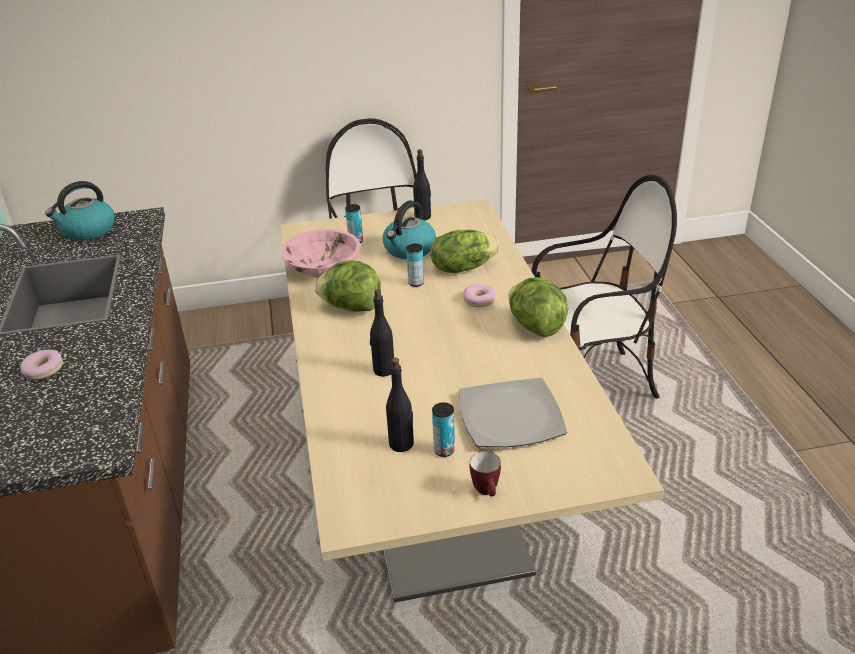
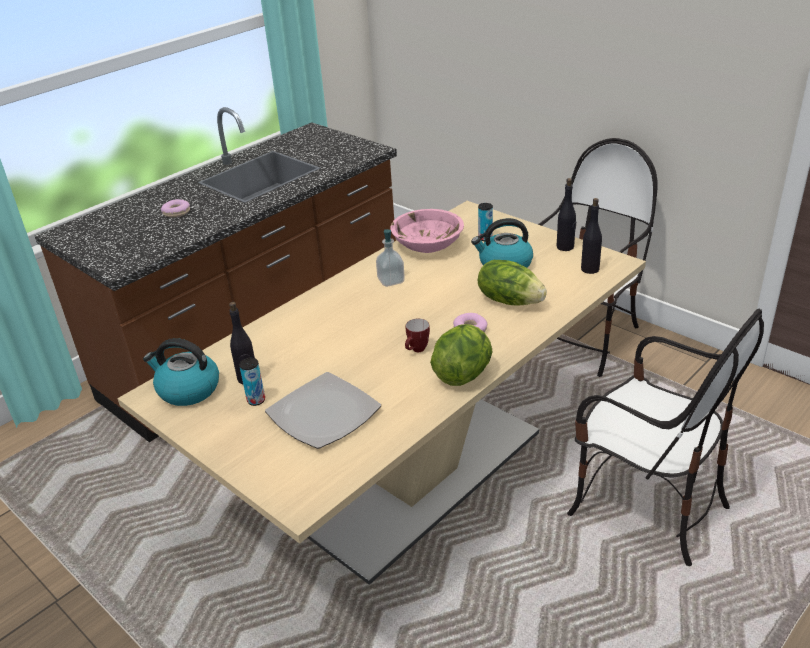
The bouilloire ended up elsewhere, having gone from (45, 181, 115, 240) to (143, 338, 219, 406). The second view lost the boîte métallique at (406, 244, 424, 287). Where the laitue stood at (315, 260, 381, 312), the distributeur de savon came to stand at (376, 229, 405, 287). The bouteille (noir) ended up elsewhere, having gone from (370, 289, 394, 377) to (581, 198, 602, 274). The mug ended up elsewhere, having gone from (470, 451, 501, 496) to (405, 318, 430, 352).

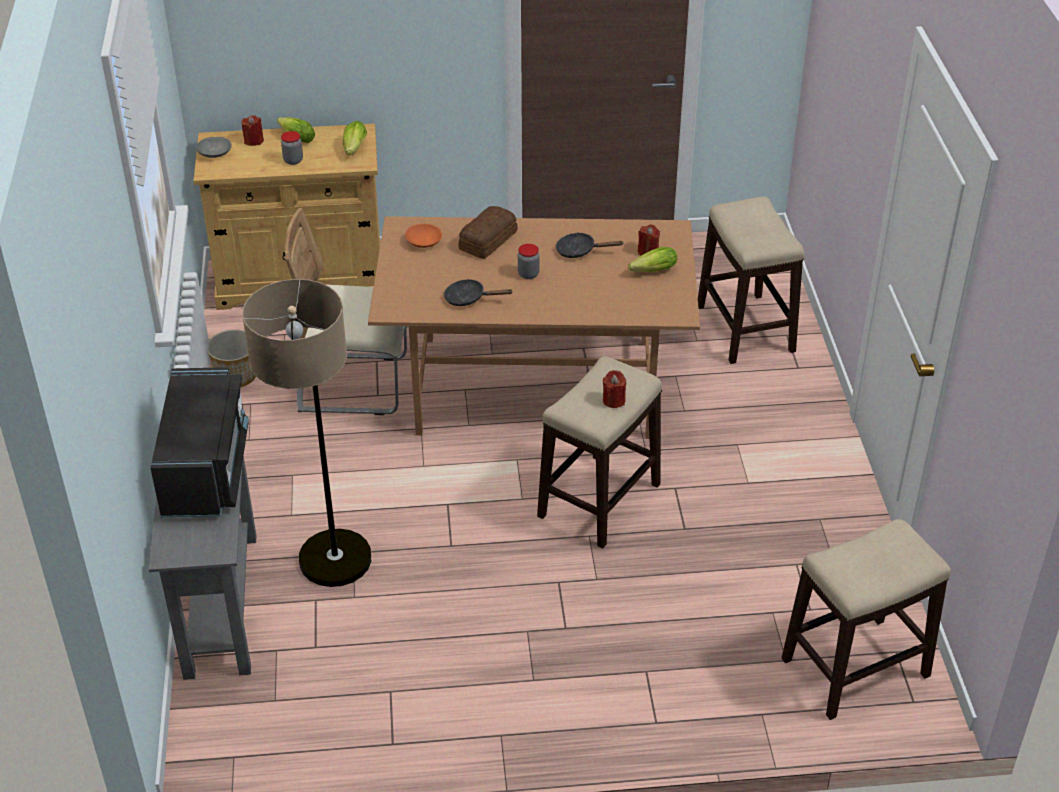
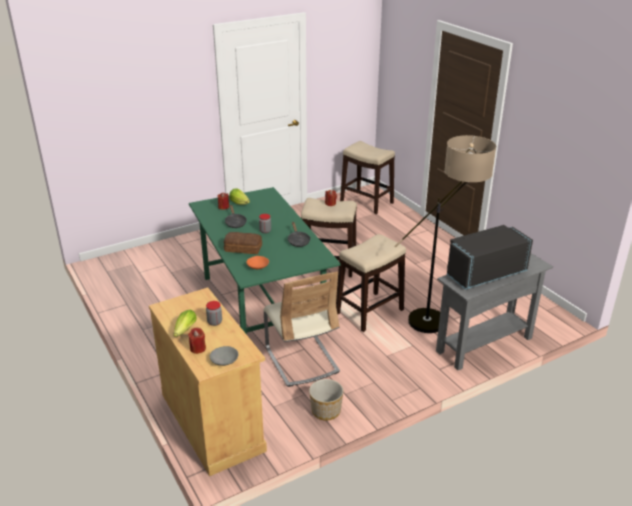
The second view lost the laitue at (343, 121, 367, 155). The tabouret ended up elsewhere, having gone from (698, 197, 805, 364) to (336, 234, 406, 332). What was the table à manger (marron) at (368, 216, 700, 439) turned into the table à manger (vert) at (189, 187, 341, 335).

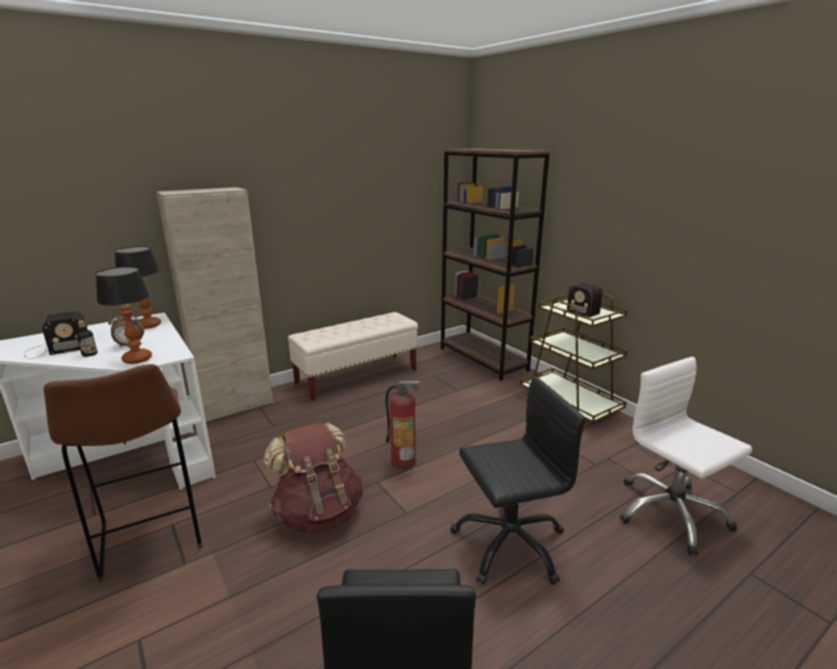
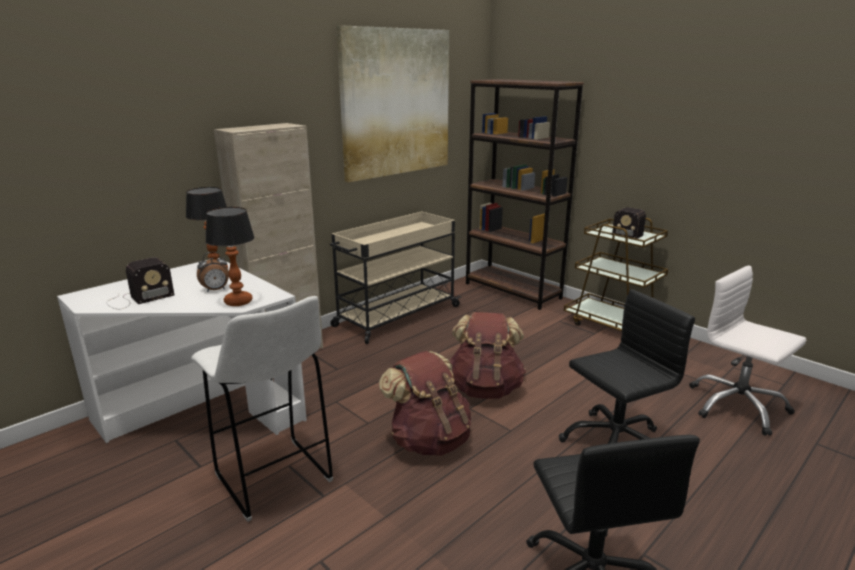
Where the banc (beige) stood at (288, 312, 418, 401), the chariot (beige) came to stand at (330, 212, 461, 344). The second view lost the bouteille at (77, 320, 97, 357). What was the tabouret (marron) at (44, 364, 203, 582) turned into the tabouret (blanc) at (191, 296, 333, 522). Where the extincteur stood at (386, 380, 420, 470), the sac à dos (marron) came to stand at (449, 312, 526, 399). The second view gained the tableau at (336, 25, 449, 183).

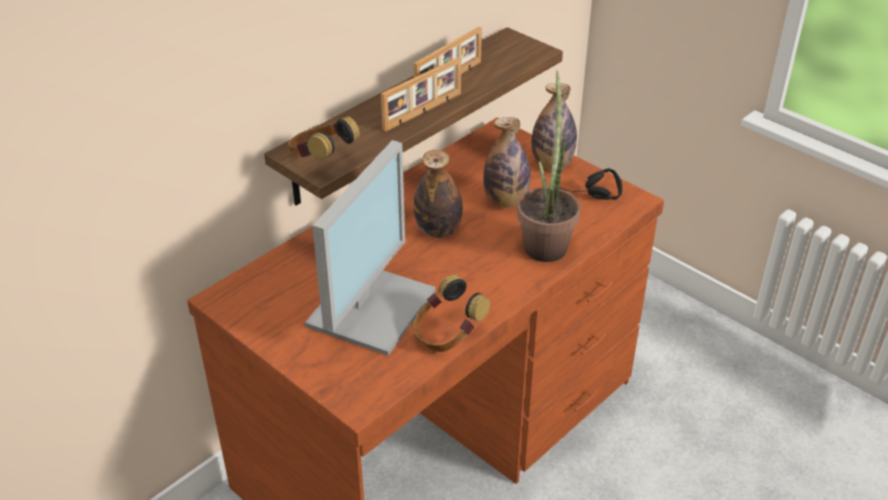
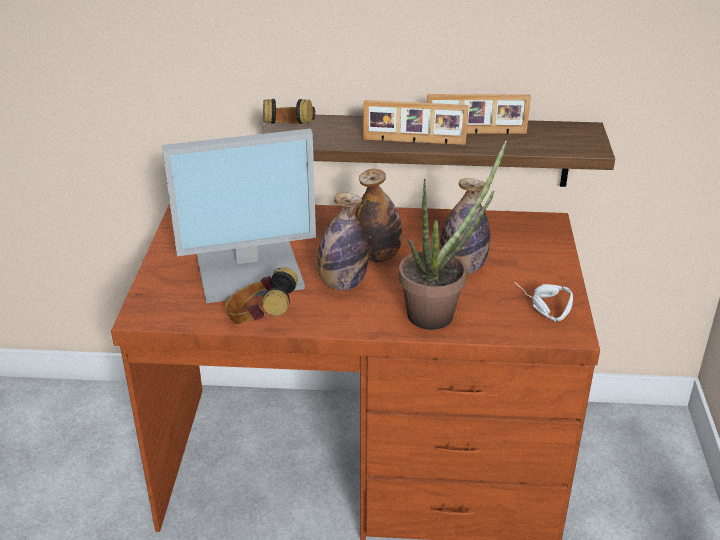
The bouteille ended up elsewhere, having gone from (531, 83, 577, 170) to (317, 193, 368, 290). What was the casque audio (noir) at (560, 168, 622, 200) turned into the casque audio (blanc) at (515, 282, 573, 322).

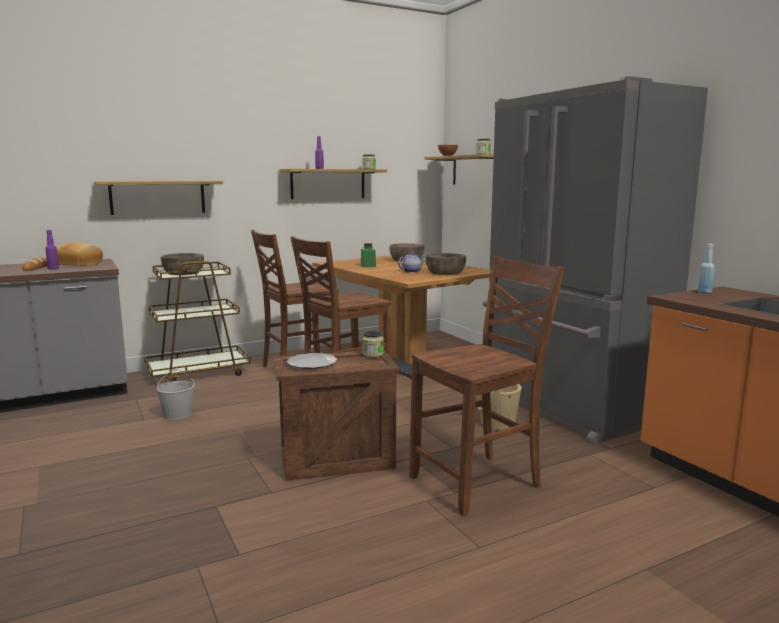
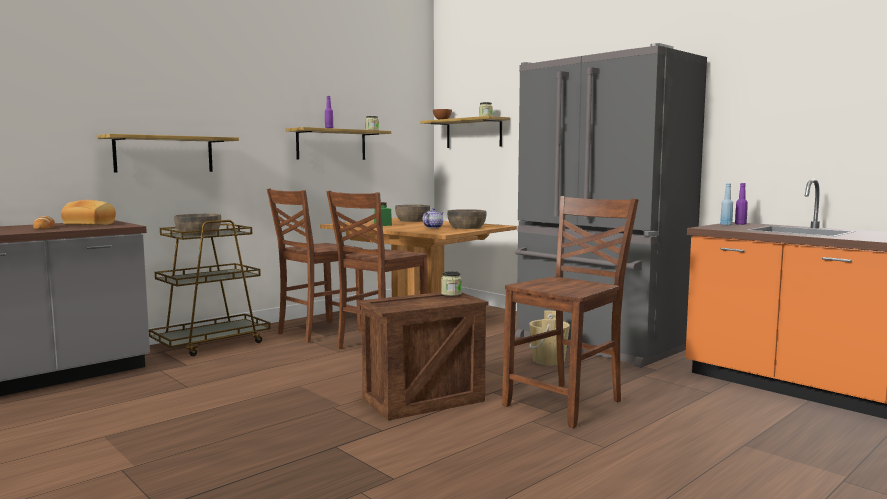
The bouteille (violet) ended up elsewhere, having gone from (45, 230, 59, 270) to (735, 183, 748, 225). The second view lost the assiette at (287, 353, 337, 369). The second view lost the seau (blanc) at (156, 369, 195, 420).

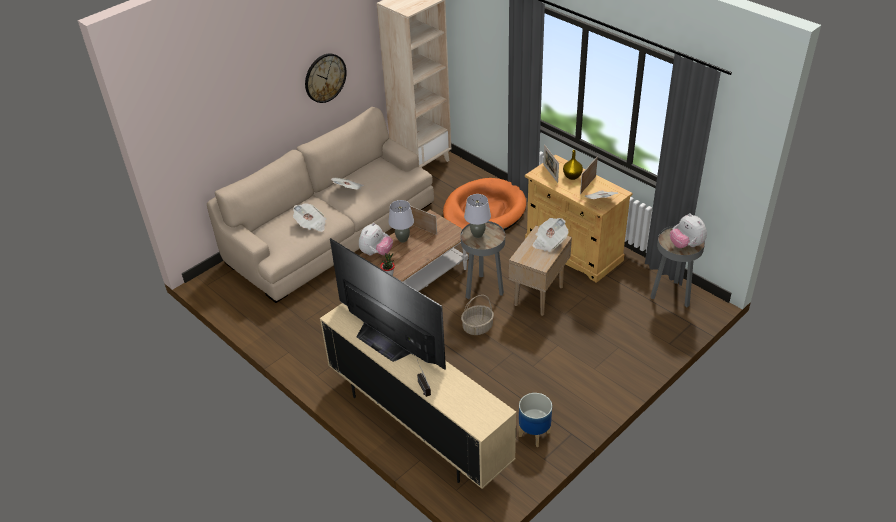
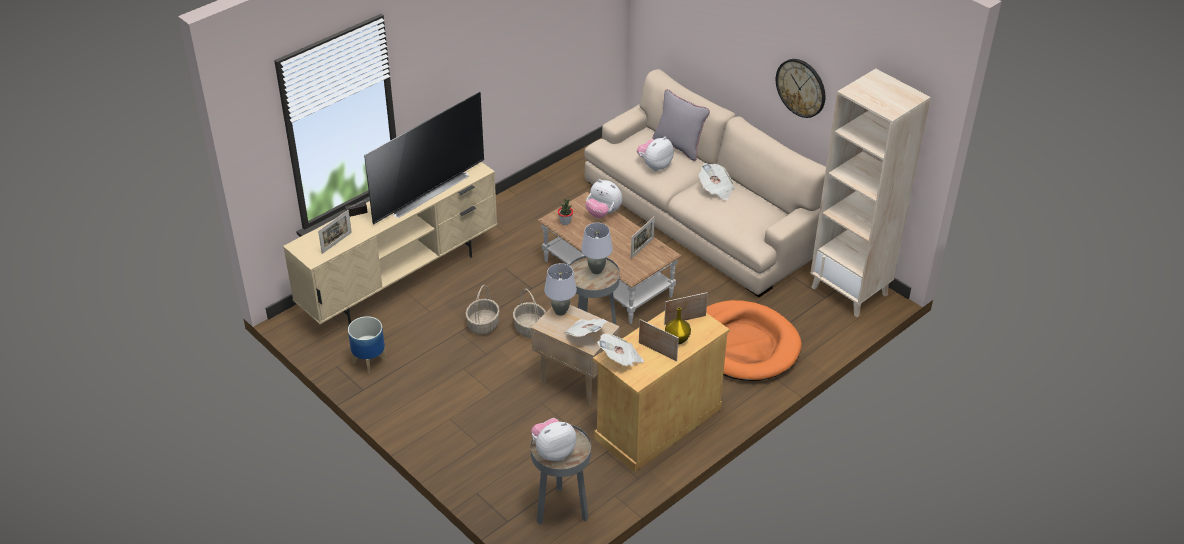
The lampe de table (gris) ended up elsewhere, having gone from (388, 200, 414, 243) to (544, 263, 577, 315). Where the journal stood at (293, 203, 327, 232), the peluche came to stand at (637, 137, 674, 171). The second view gained the coussin (gris) at (652, 89, 710, 161). The second view gained the cadre photo at (318, 210, 352, 254). The second view gained the panier at (466, 285, 500, 335).

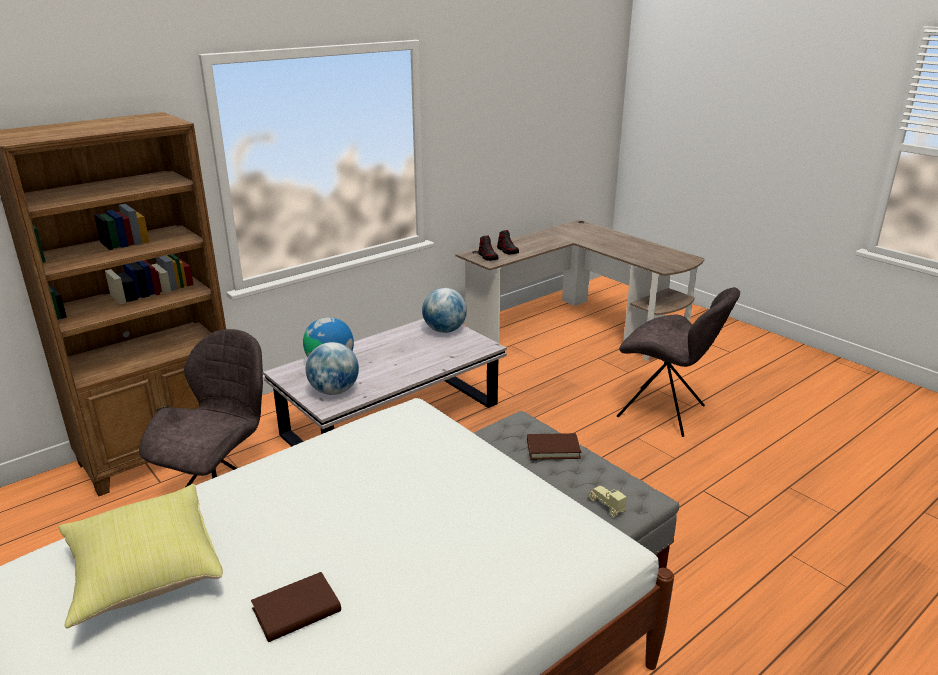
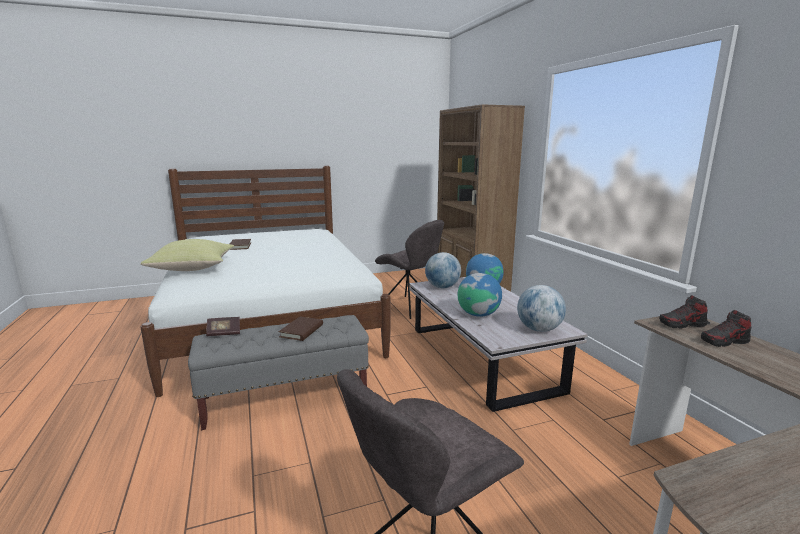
The coussin (jaune) ended up elsewhere, having gone from (58, 484, 223, 629) to (140, 239, 234, 271). Where the petite voiture (beige) stood at (589, 485, 627, 517), the livre came to stand at (206, 317, 240, 336). The second view gained the globe at (458, 273, 502, 317).

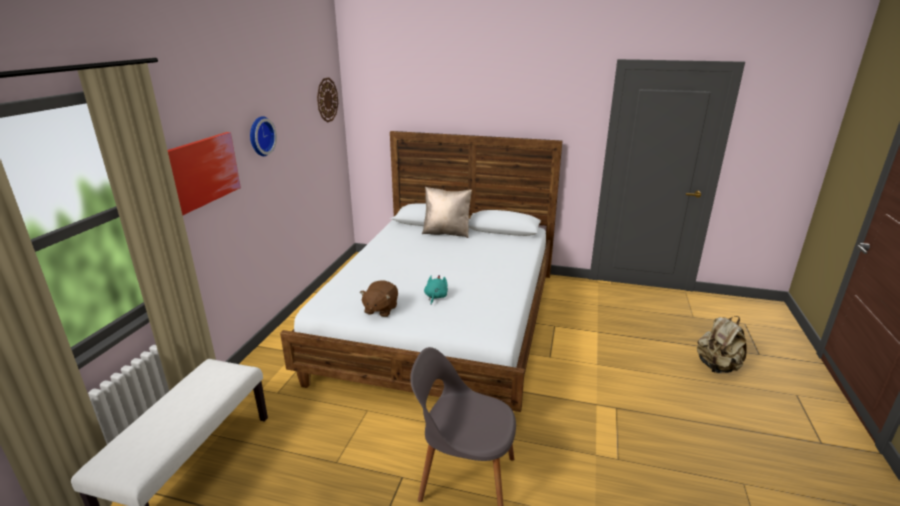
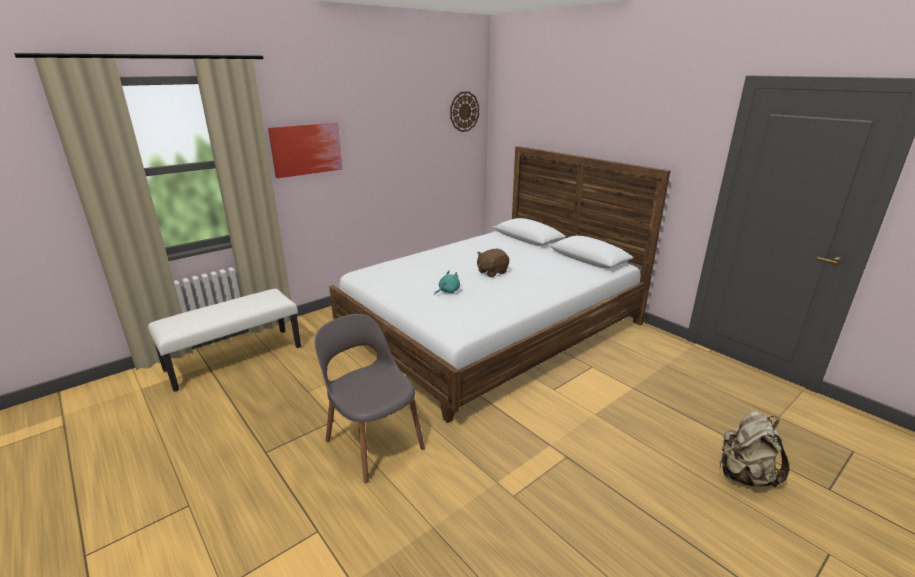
The second view lost the horloge murale at (250, 116, 277, 156). The second view lost the coussin (beige) at (422, 187, 472, 238). The peluche (marron) ended up elsewhere, having gone from (360, 281, 398, 317) to (477, 249, 509, 277).

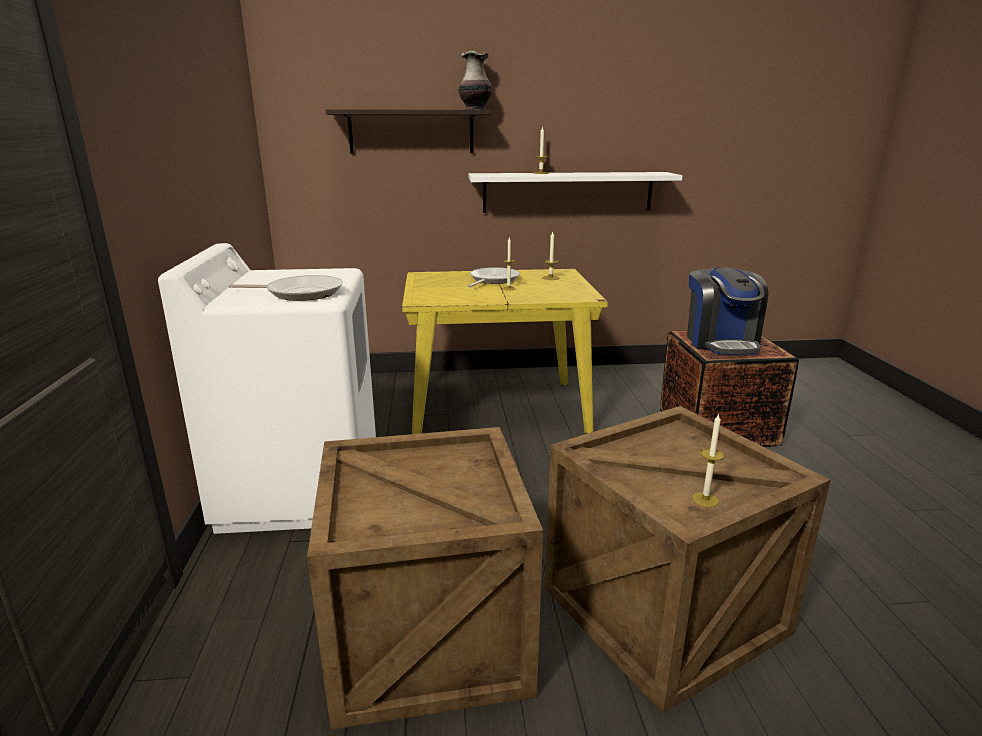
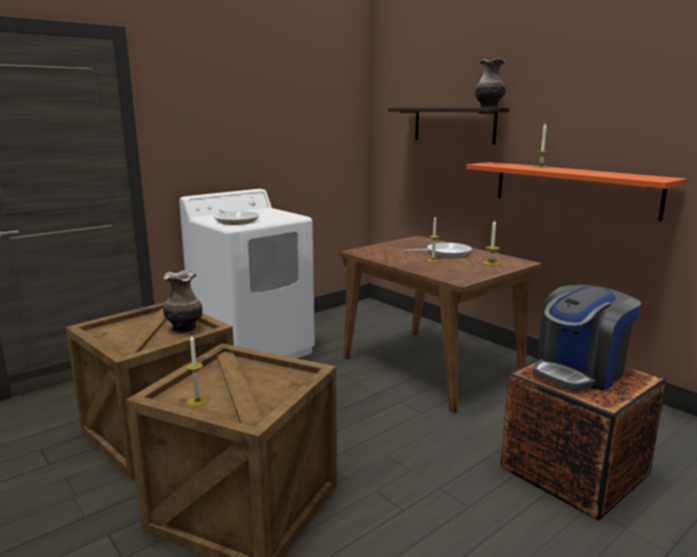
What was the étagère (blanc) at (468, 172, 683, 213) turned into the étagère (orange) at (466, 162, 687, 221). What was the table à manger (jaune) at (402, 269, 608, 434) turned into the table à manger (marron) at (339, 236, 542, 413). The second view gained the vase at (163, 270, 203, 333).

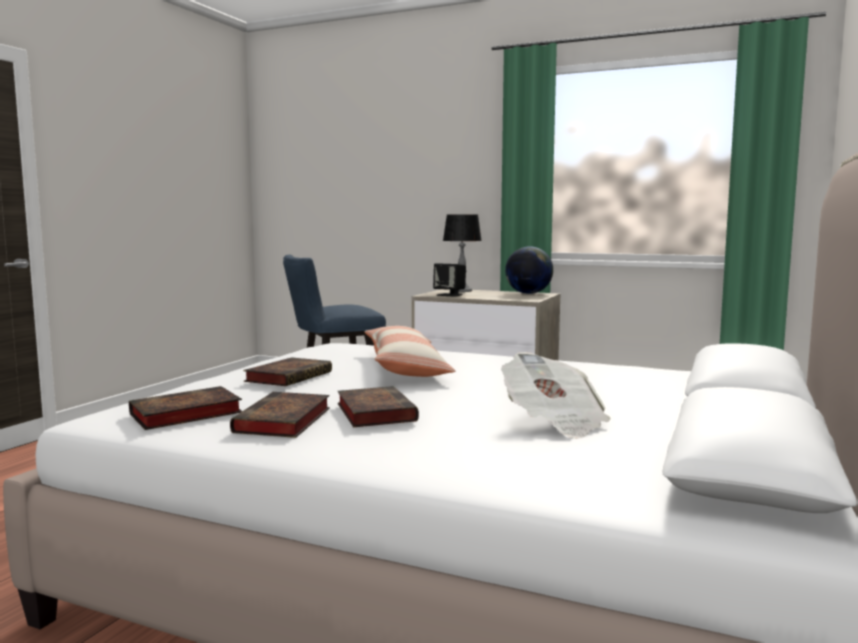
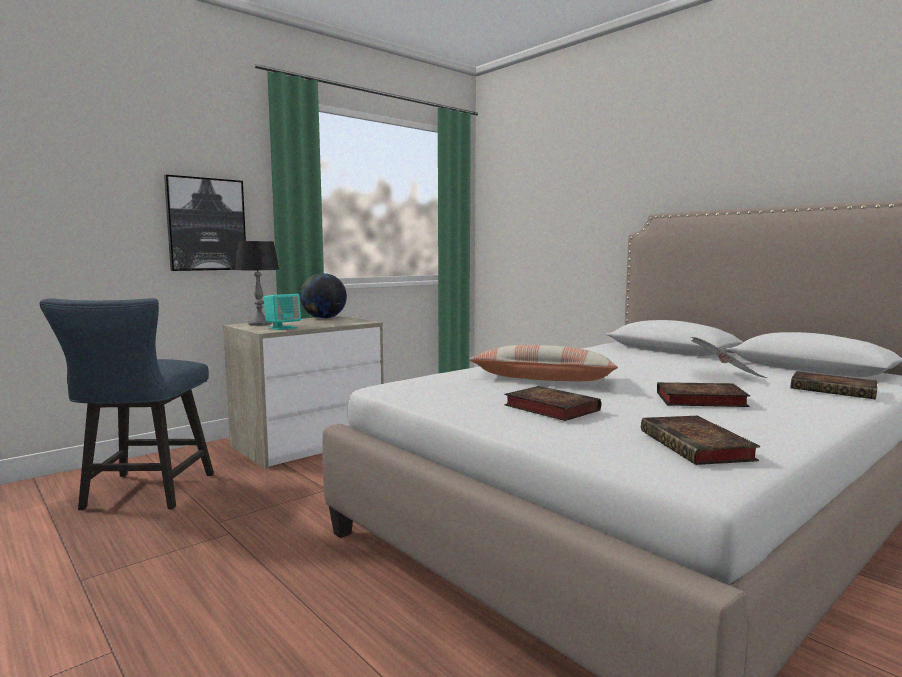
What was the enceinte (noir) at (433, 263, 466, 297) turned into the enceinte (turquoise) at (264, 294, 301, 330). The livre ended up elsewhere, having gone from (230, 392, 330, 438) to (790, 371, 877, 400). The second view gained the tableau at (164, 175, 246, 271).

